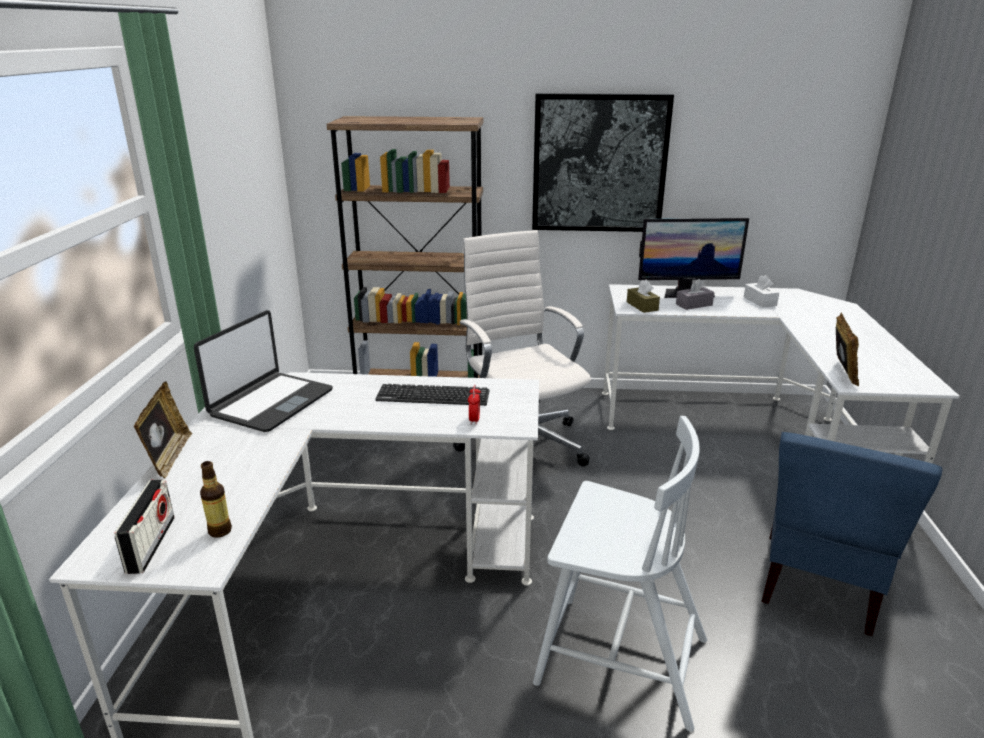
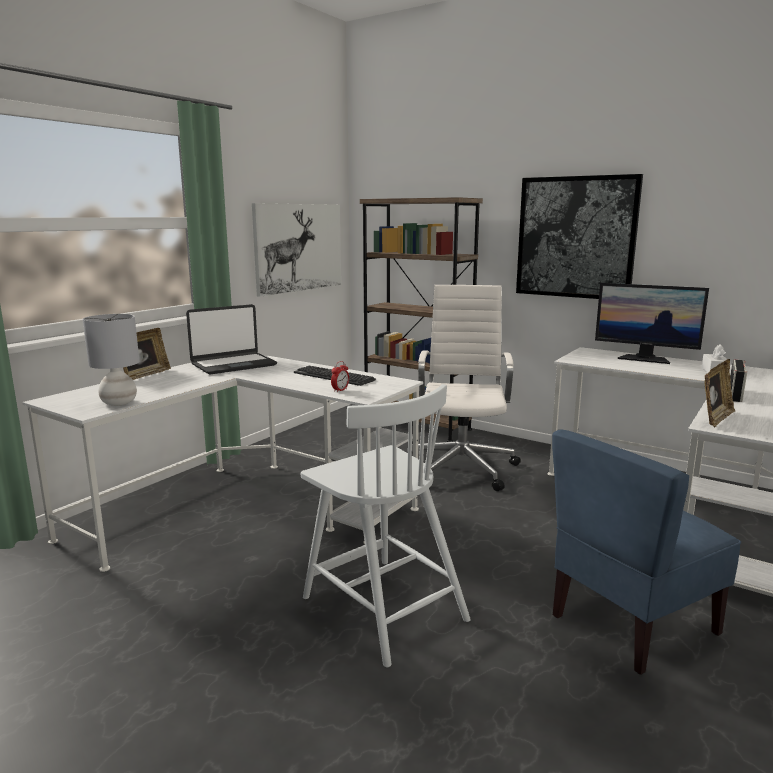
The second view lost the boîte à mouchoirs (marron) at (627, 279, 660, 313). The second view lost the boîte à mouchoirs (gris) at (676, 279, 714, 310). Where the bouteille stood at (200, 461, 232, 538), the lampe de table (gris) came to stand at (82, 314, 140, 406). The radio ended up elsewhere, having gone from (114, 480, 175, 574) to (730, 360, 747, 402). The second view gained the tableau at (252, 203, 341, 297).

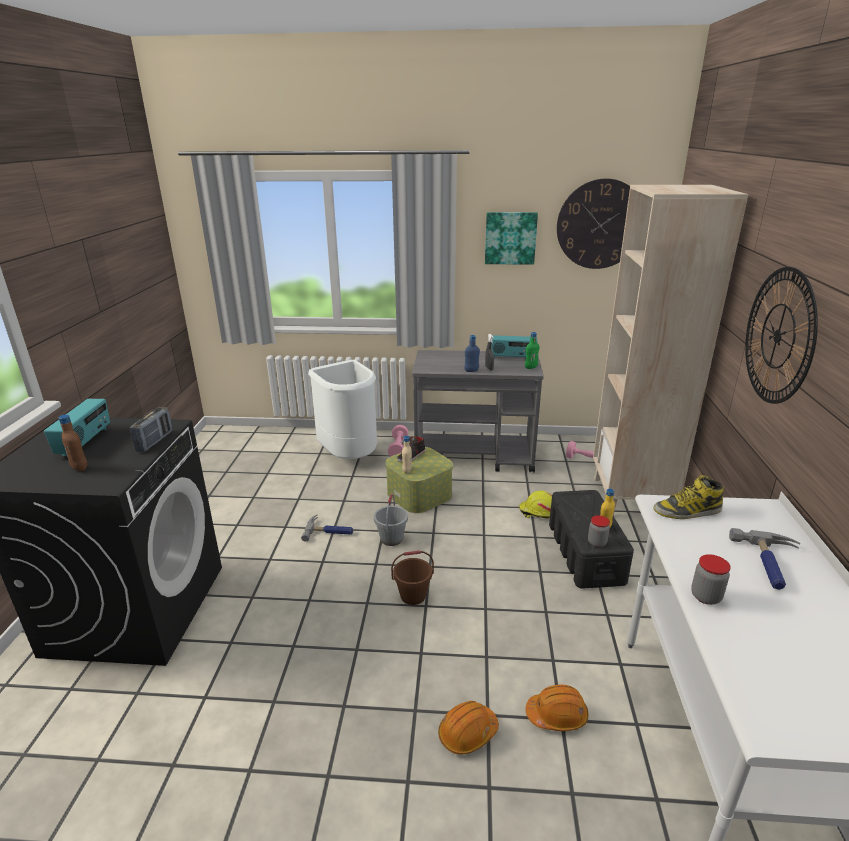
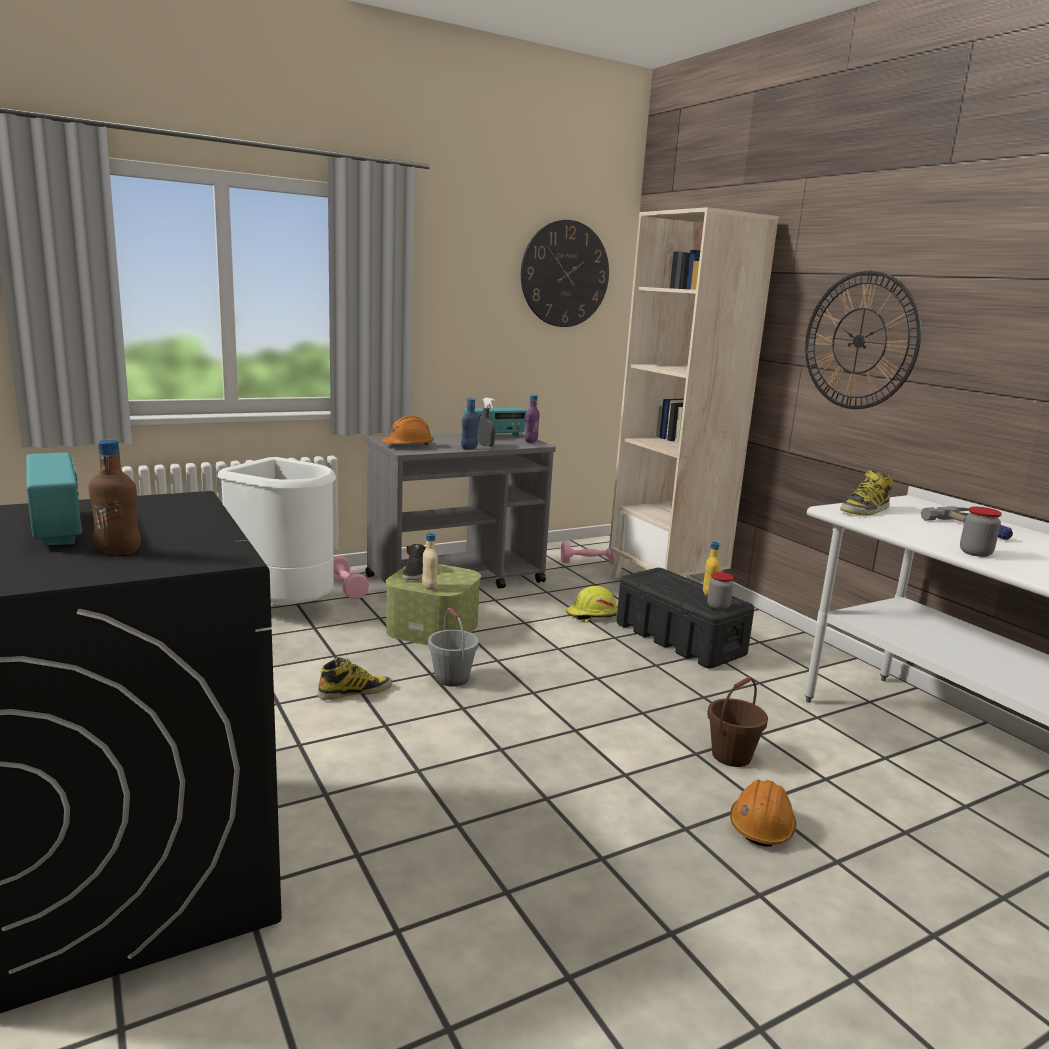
The second view lost the tableau at (485, 212, 538, 265). What was the bouteille (vert) at (525, 332, 539, 369) turned into the bouteille (violet) at (525, 395, 540, 443). The second view lost the radio at (130, 407, 172, 452). Where the marteau stood at (301, 514, 353, 542), the botte came to stand at (318, 657, 392, 700). The seau (marron) ended up elsewhere, having gone from (391, 550, 434, 605) to (707, 677, 768, 767). The casque de chantier (orange) ended up elsewhere, having gone from (525, 684, 589, 731) to (382, 416, 434, 445).

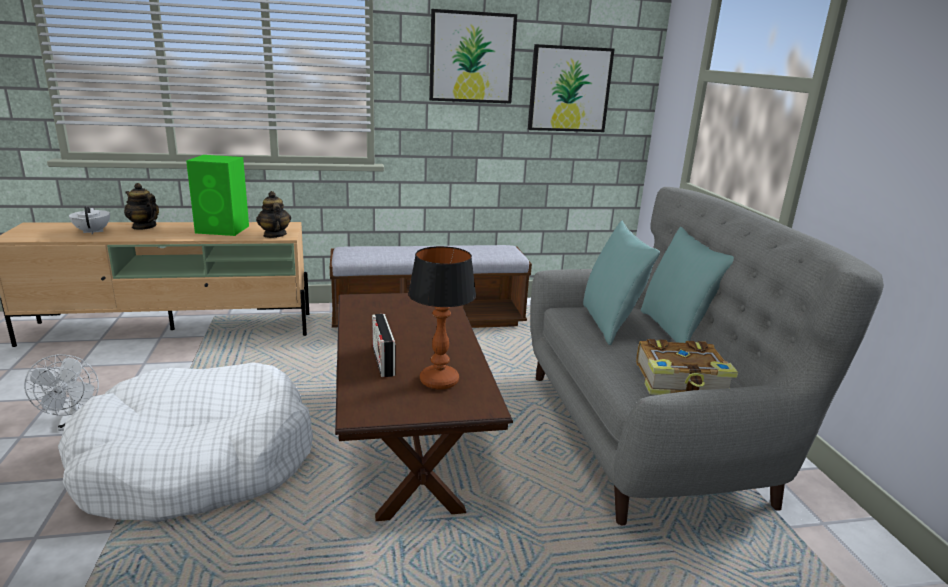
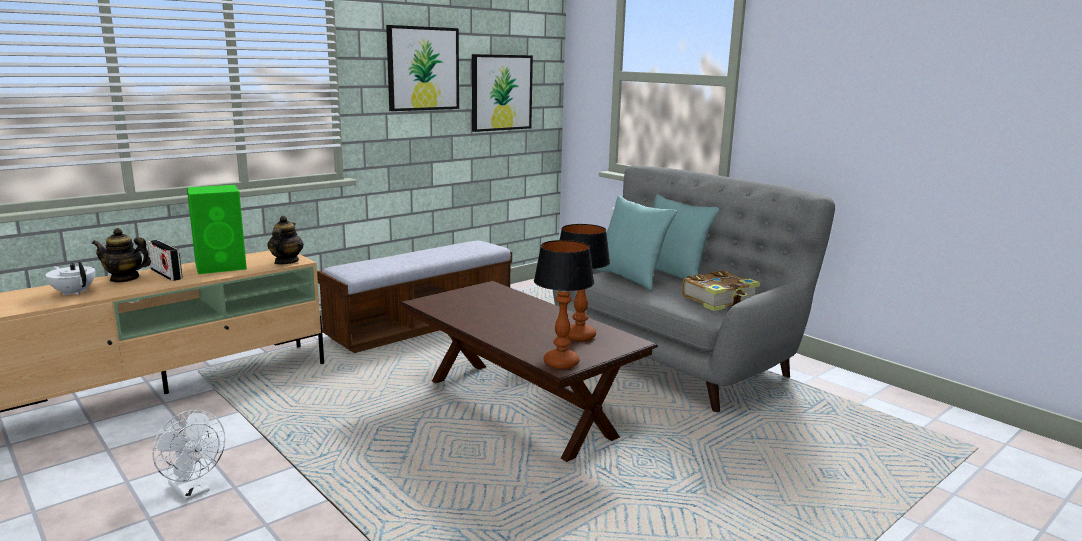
The théière at (256, 191, 291, 238) ended up facing another way, 60 degrees clockwise from before. The radio ended up elsewhere, having gone from (372, 314, 396, 377) to (147, 240, 183, 281). The second view lost the panier pour chien (blanc) at (58, 362, 313, 522). The second view gained the lampe de table at (534, 240, 594, 369).

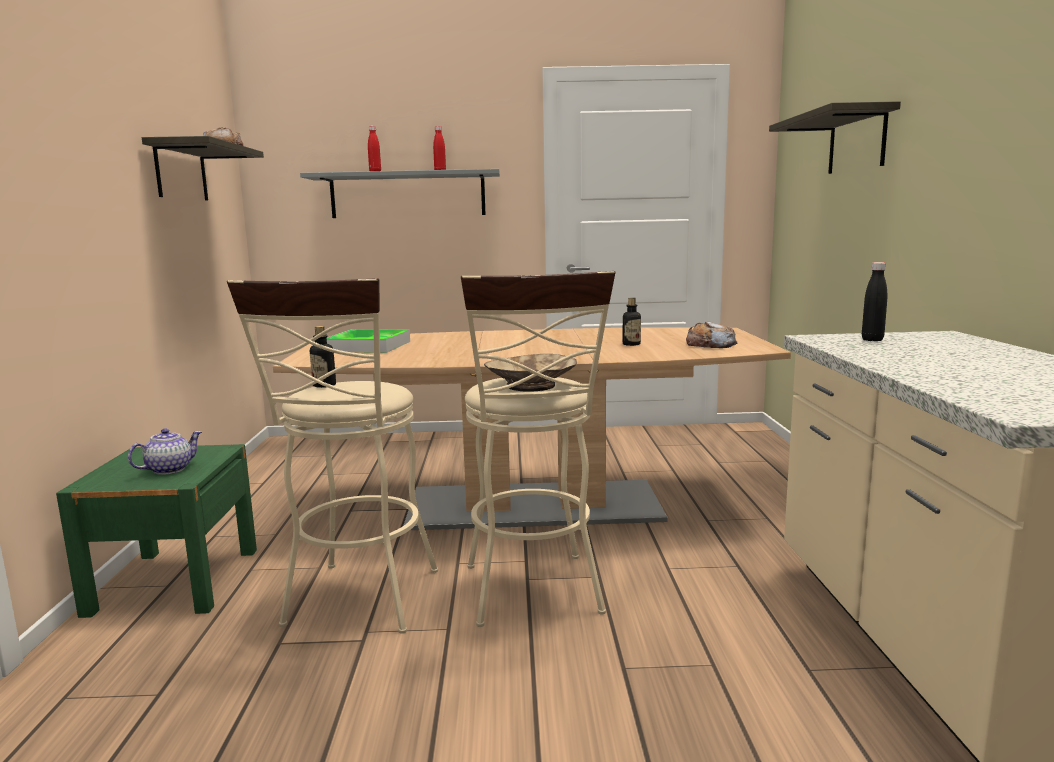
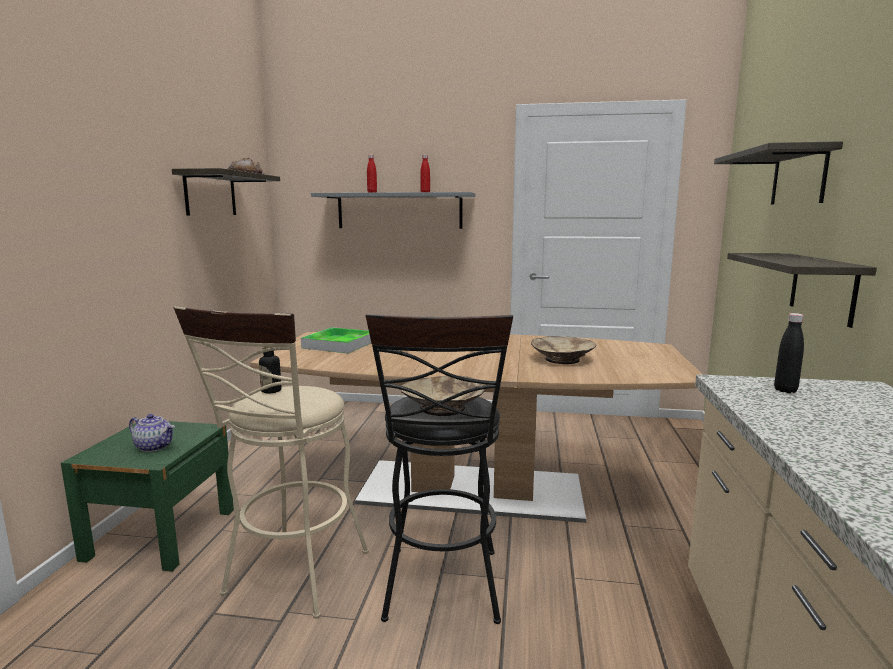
What was the tabouret (beige) at (461, 271, 616, 627) turned into the tabouret (noir) at (366, 314, 513, 624). Where the bouteille stood at (623, 297, 641, 346), the bol (beige) came to stand at (531, 336, 596, 364). The second view lost the pain at (686, 321, 737, 348). The théière at (128, 428, 202, 475) ended up facing another way, 60 degrees clockwise from before. The second view gained the étagère at (727, 253, 877, 328).

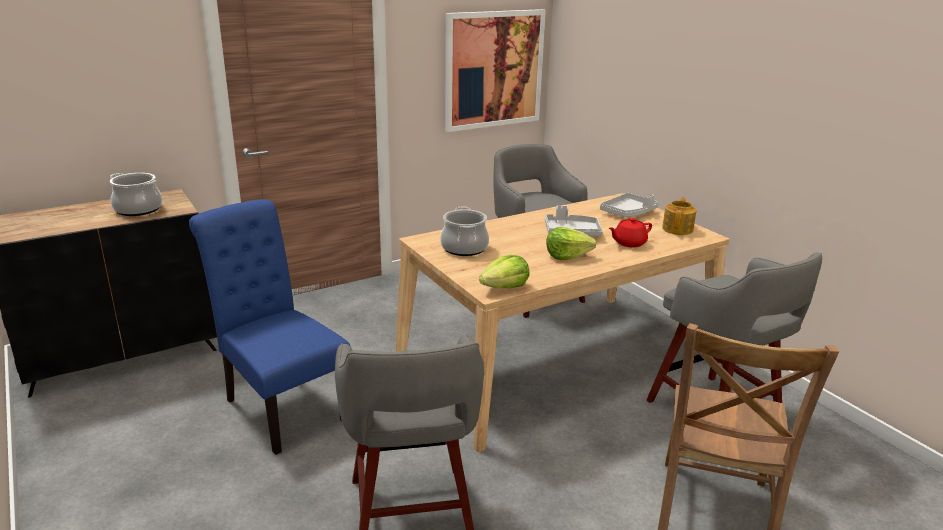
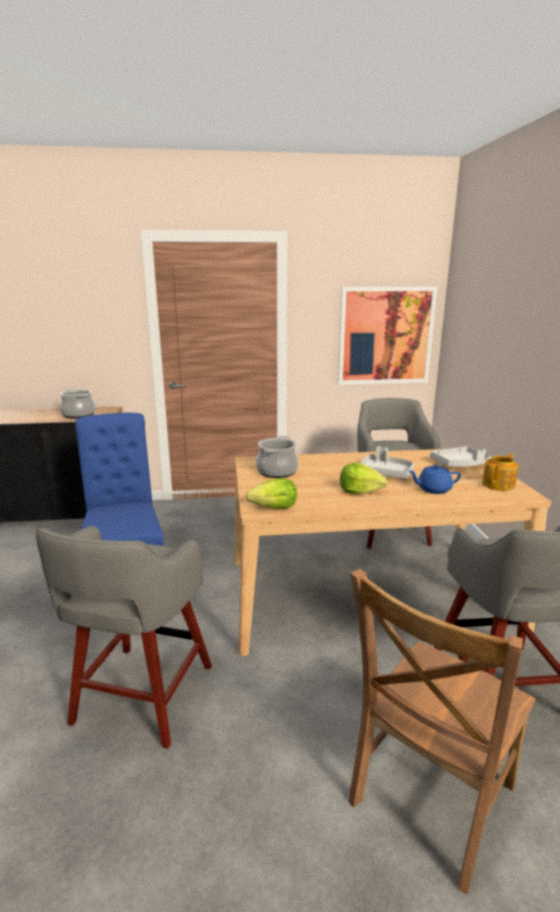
What was the théière (rouge) at (609, 218, 652, 247) turned into the théière (bleu) at (409, 465, 461, 494).

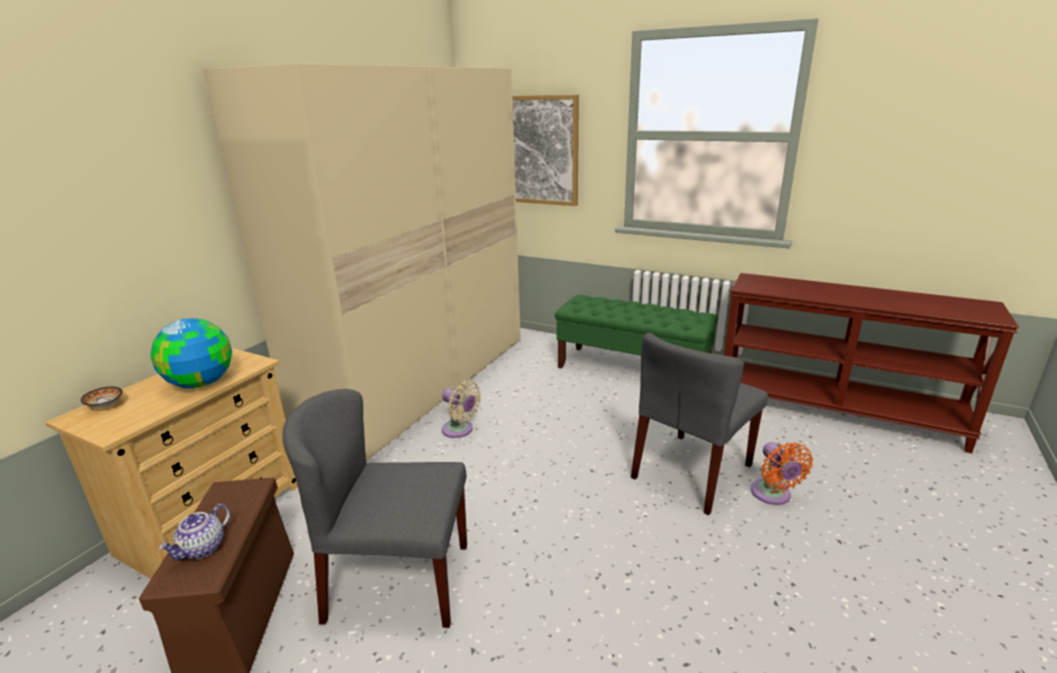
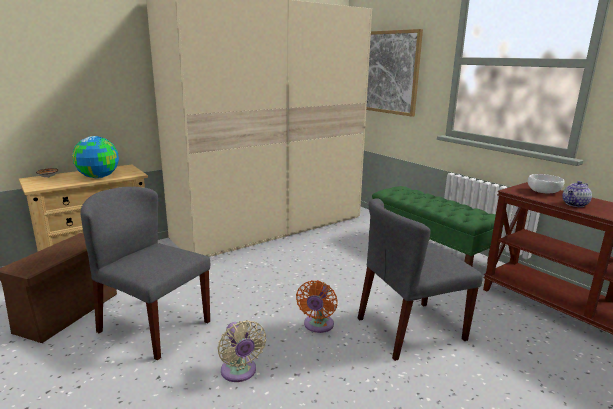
The ventilateur (beige) ended up elsewhere, having gone from (442, 381, 481, 438) to (217, 320, 266, 382). The ventilateur (orange) ended up elsewhere, having gone from (751, 442, 813, 505) to (296, 280, 337, 333). The théière ended up elsewhere, having gone from (158, 504, 231, 560) to (562, 181, 592, 207). The second view gained the bol (blanc) at (528, 174, 565, 193).

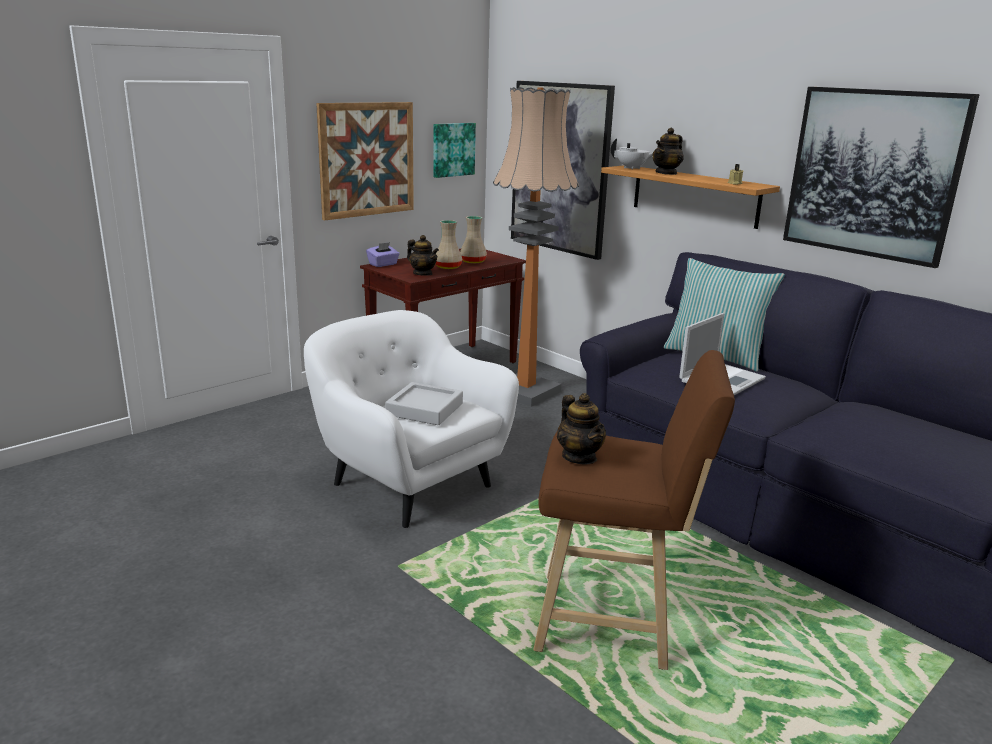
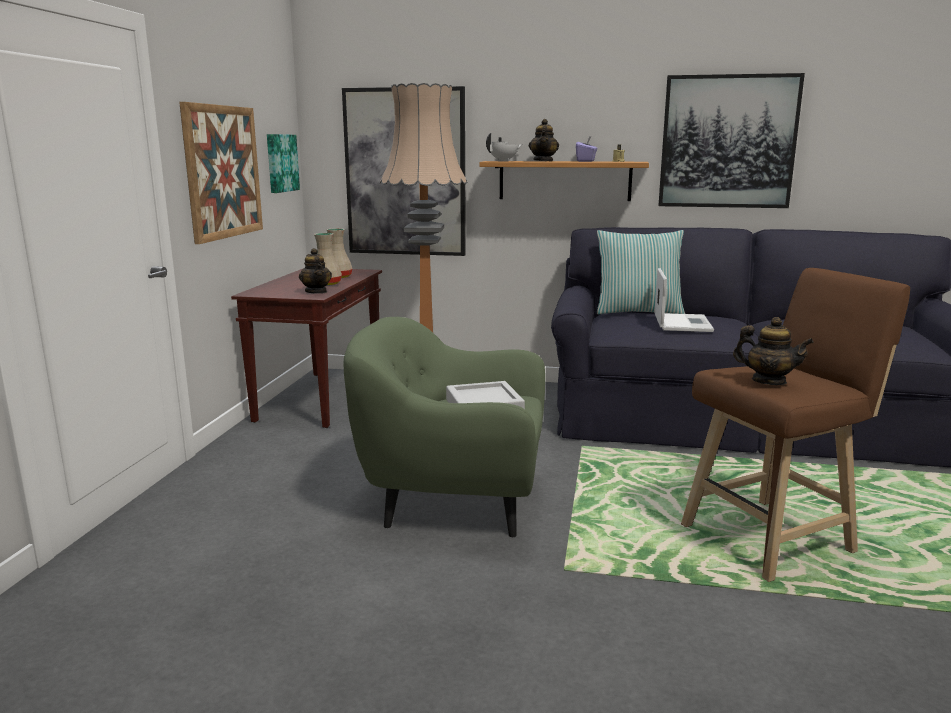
The théière at (407, 235, 439, 276) ended up facing another way, 60 degrees clockwise from before. The boîte à mouchoirs (violet) ended up elsewhere, having gone from (366, 242, 400, 267) to (576, 136, 597, 162). What was the fauteuil (blanc) at (304, 310, 519, 528) turned into the fauteuil (vert) at (343, 317, 545, 537).

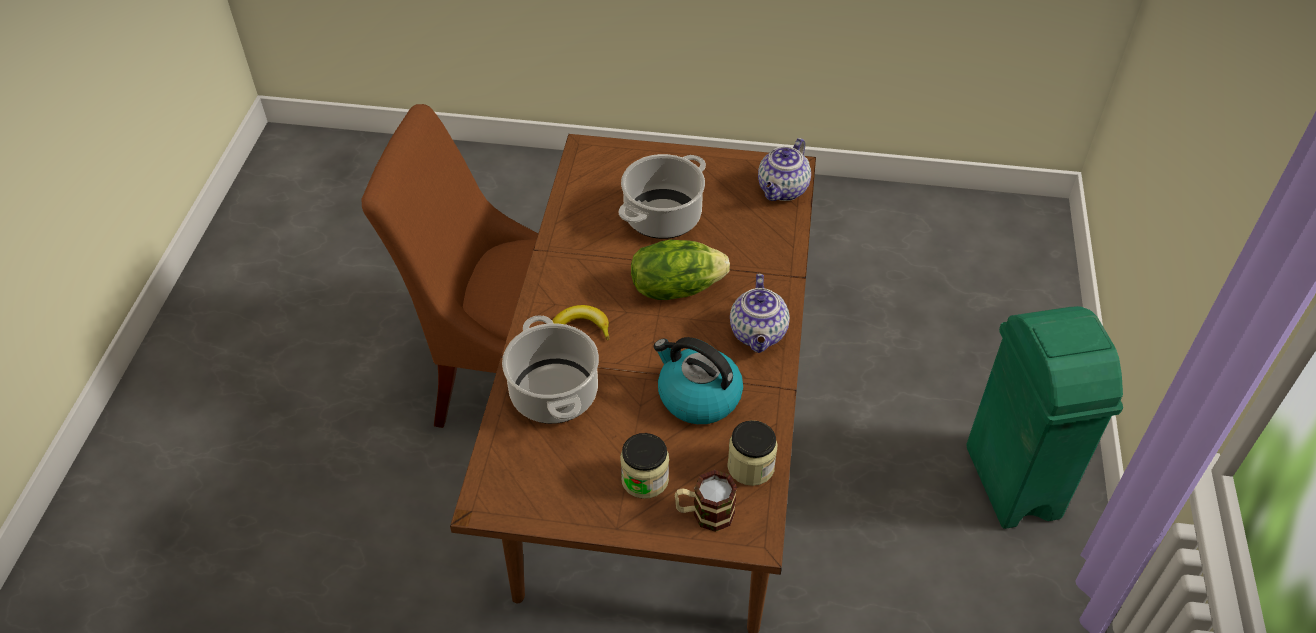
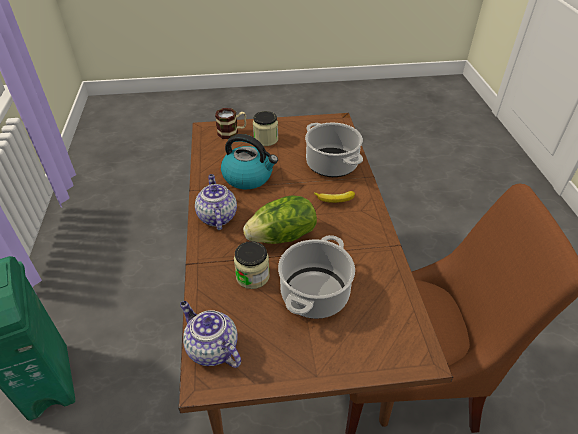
The théière at (758, 138, 811, 201) ended up facing another way, 60 degrees counterclockwise from before. The bocal ended up elsewhere, having gone from (727, 420, 778, 486) to (234, 241, 270, 289).

